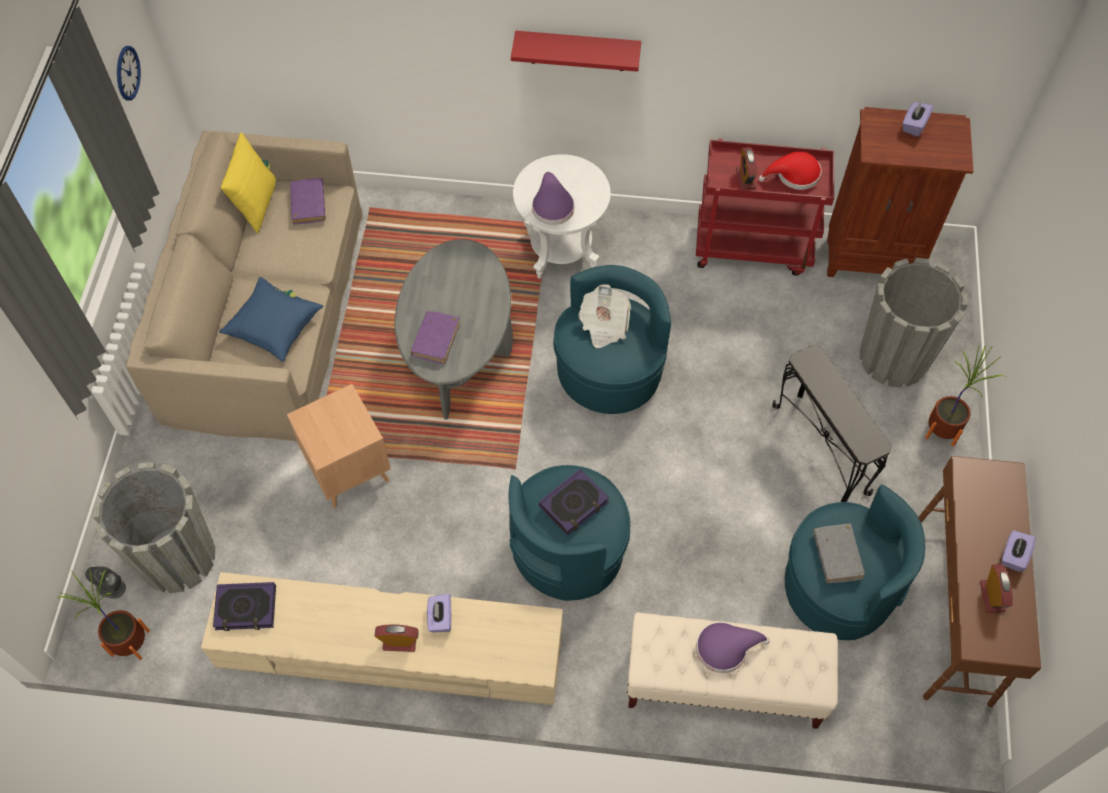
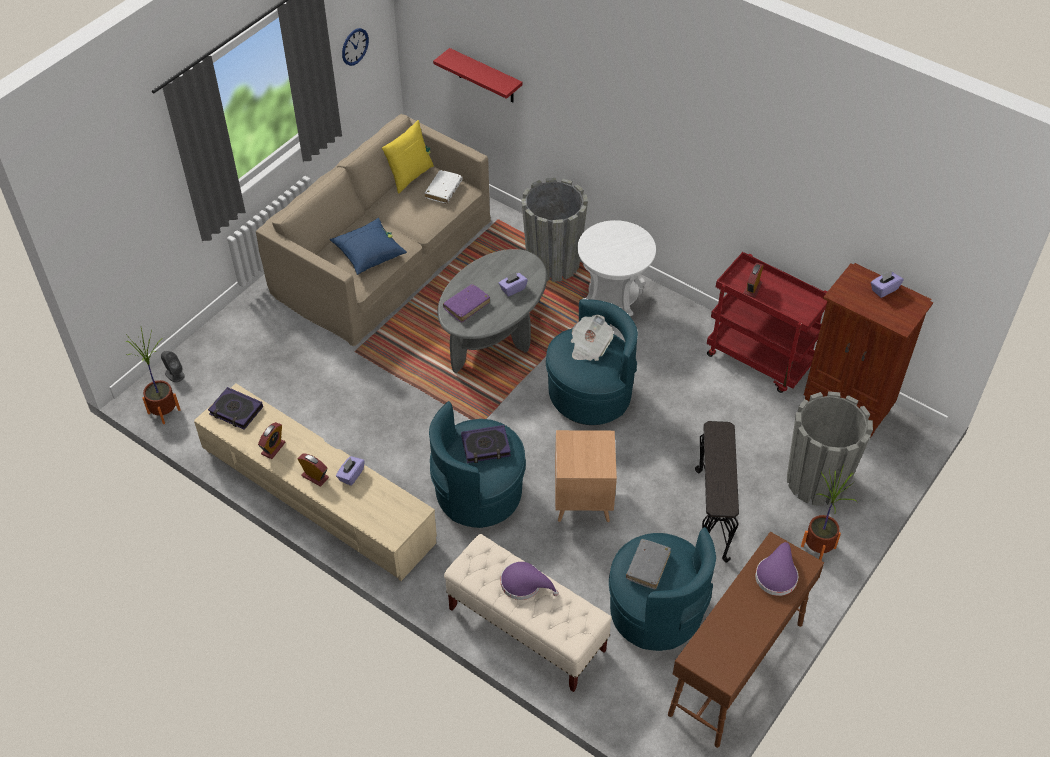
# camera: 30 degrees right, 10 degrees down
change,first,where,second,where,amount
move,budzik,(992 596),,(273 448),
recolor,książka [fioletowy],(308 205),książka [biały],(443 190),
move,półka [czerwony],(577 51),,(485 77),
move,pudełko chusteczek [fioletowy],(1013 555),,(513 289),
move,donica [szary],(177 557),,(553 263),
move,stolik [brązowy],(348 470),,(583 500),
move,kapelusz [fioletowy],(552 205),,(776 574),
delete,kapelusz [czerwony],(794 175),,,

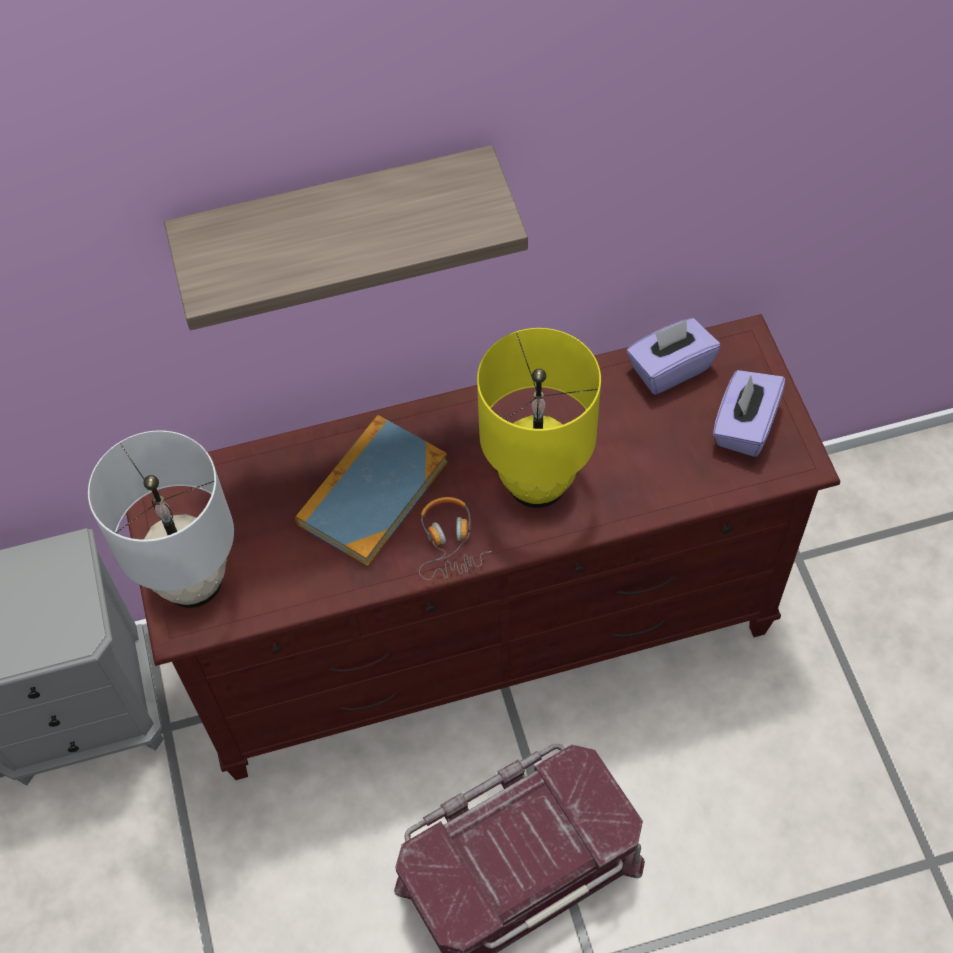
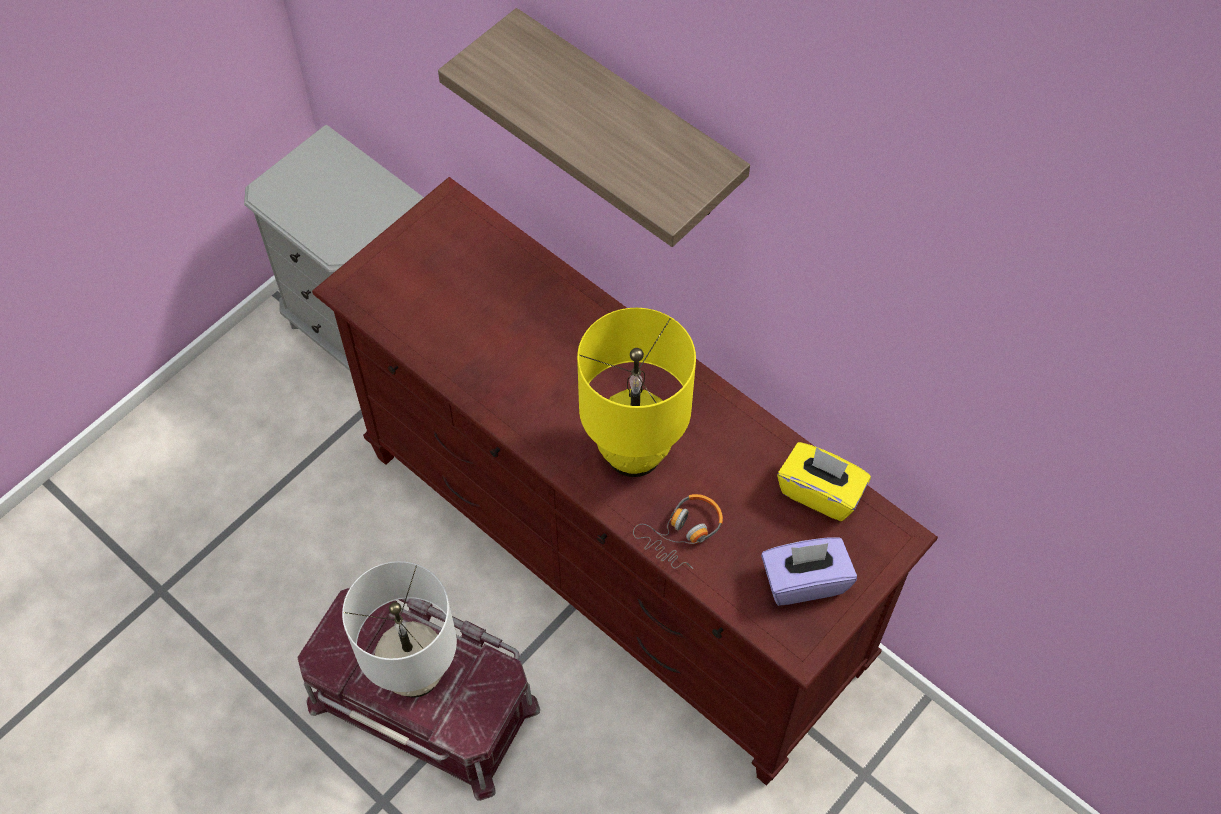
# camera: 55 degrees right, 0 degrees up
change,first,where,second,where,amount
move,lampa stołowa [biały],(192 581),,(414 673),
move,słuchawki,(449 542),,(683 533),
recolor,pudełko chusteczek [fioletowy],(669 368),pudełko chusteczek [żółty],(820 492),
delete,książka,(372 493),,,

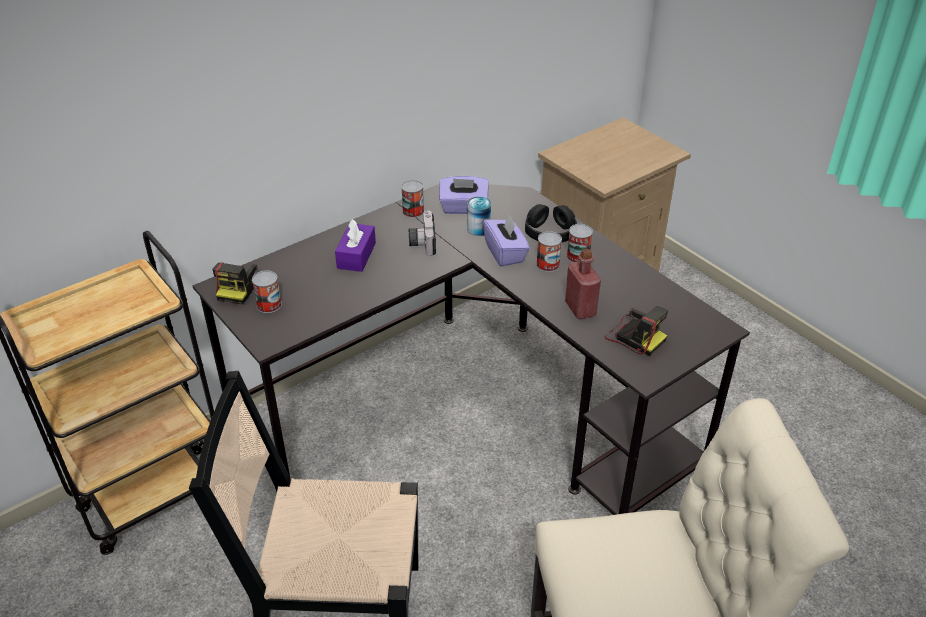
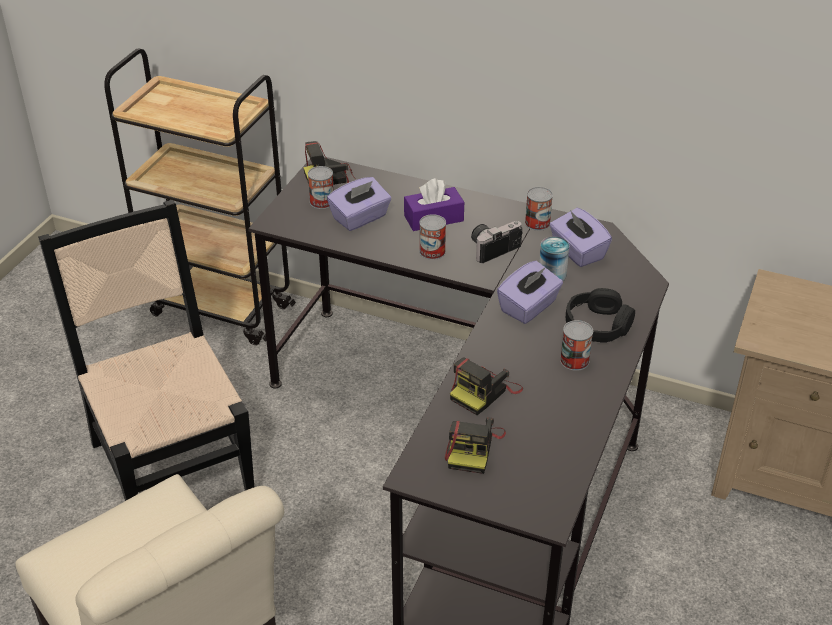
# camera: 60 degrees right, 0 degrees up
change,first,where,second,where,amount
insert,,,pudełko chusteczek [fioletowy],(360 218),
move,puszka,(548 264),,(432 251),
replace,butelka [czerwony],(580 309),aparat fotograficzny,(484 392),

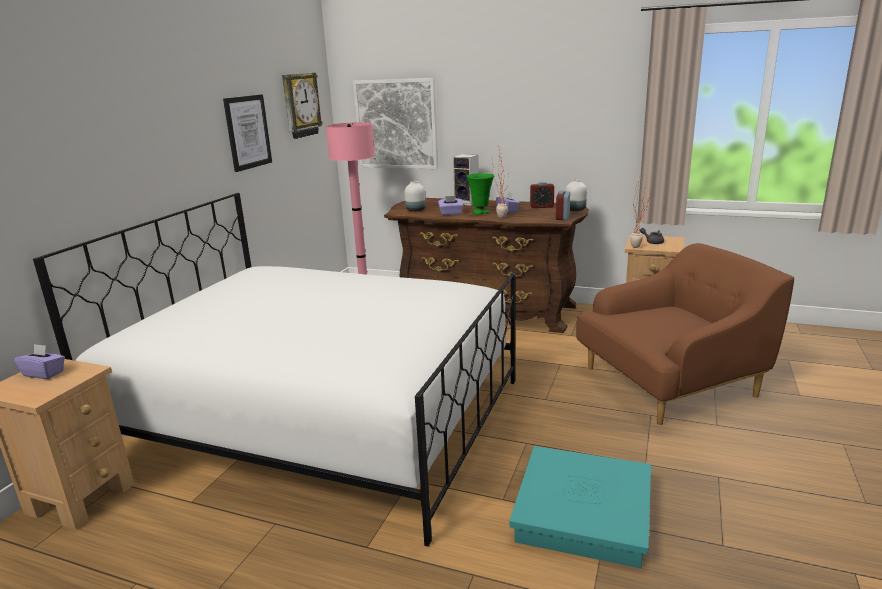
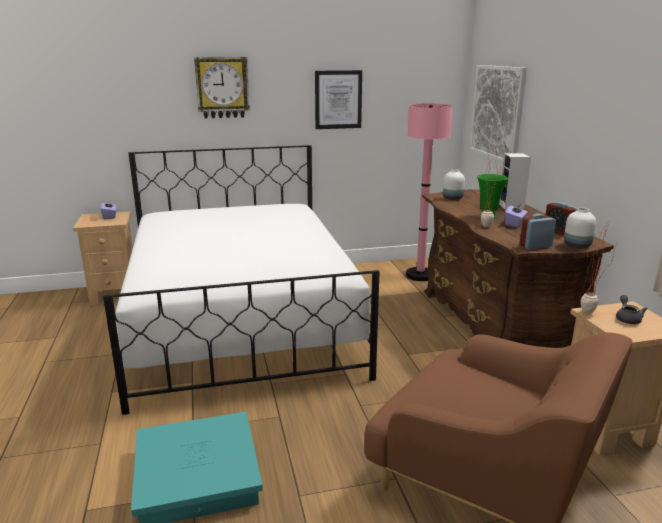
# camera: 55 degrees right, 0 degrees up
change,first,where,second,where,amount
move,zegar ścienny,(300 105),,(222 87),
delete,pudełko chusteczek [fioletowy],(451 213),,,

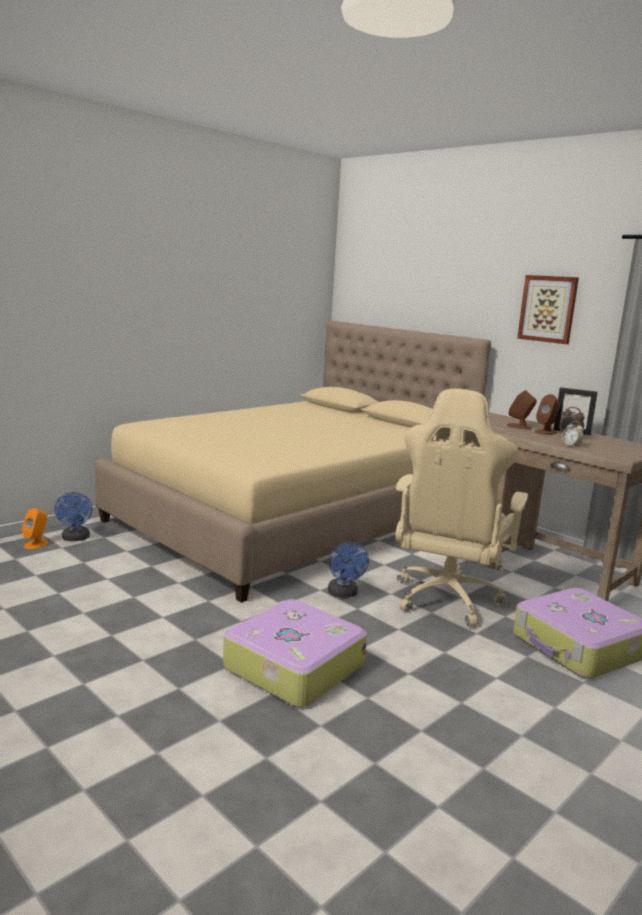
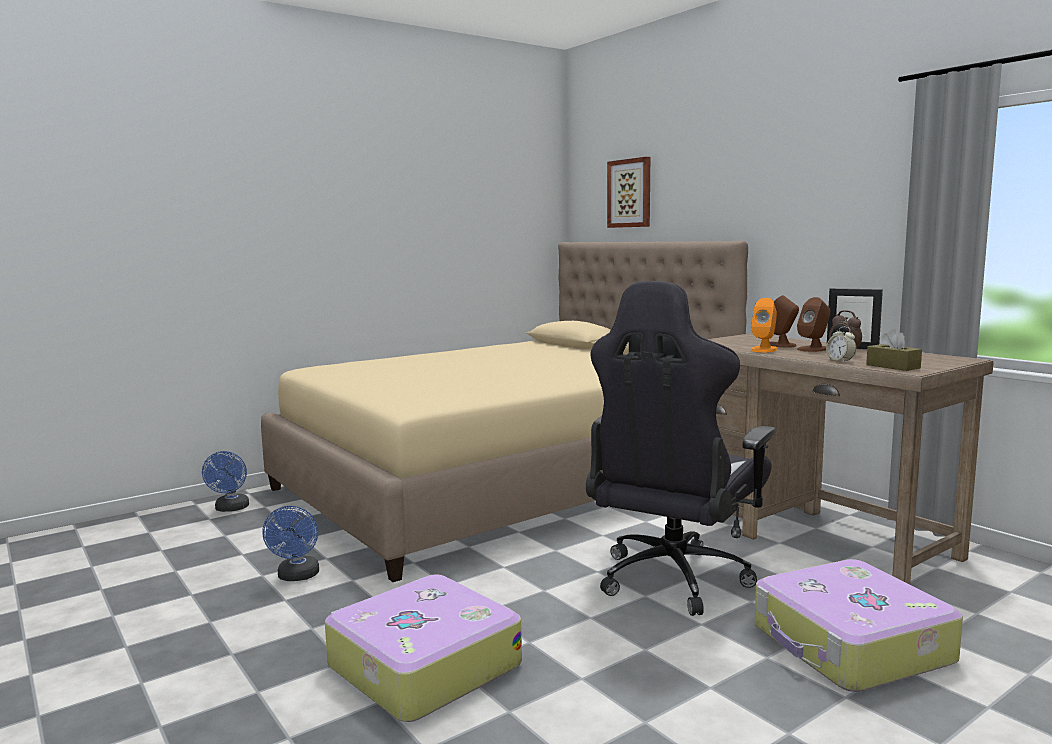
# camera: 10 degrees right, 5 degrees down
change,first,where,second,where,amount
move,wentylator [niebieski],(344 594),,(297 577),
recolor,krzesło biurowe [beżowy],(447 596),krzesło biurowe [czarny],(675 575),
move,obraz,(548 309),,(630 193),
move,głośnik [pomarańczowy],(36 544),,(764 349),
insert,,,pudełko chusteczek [brązowy],(893 366),

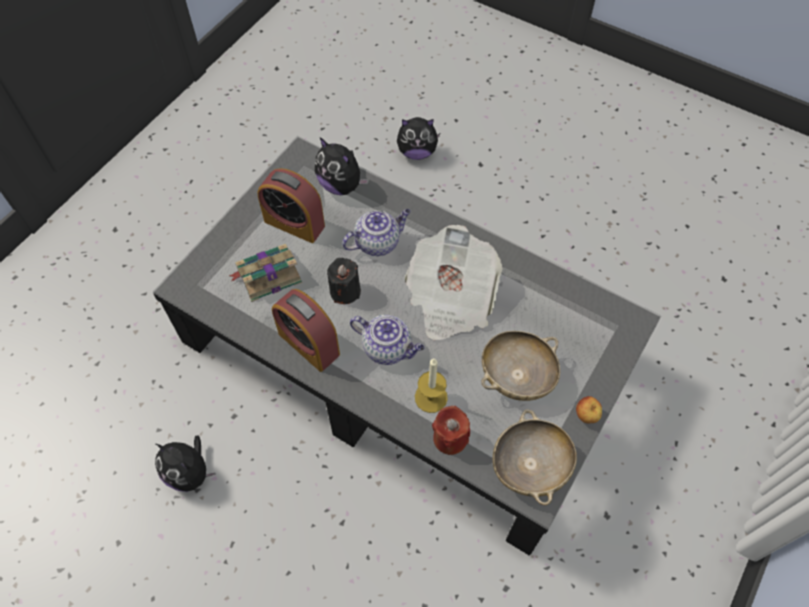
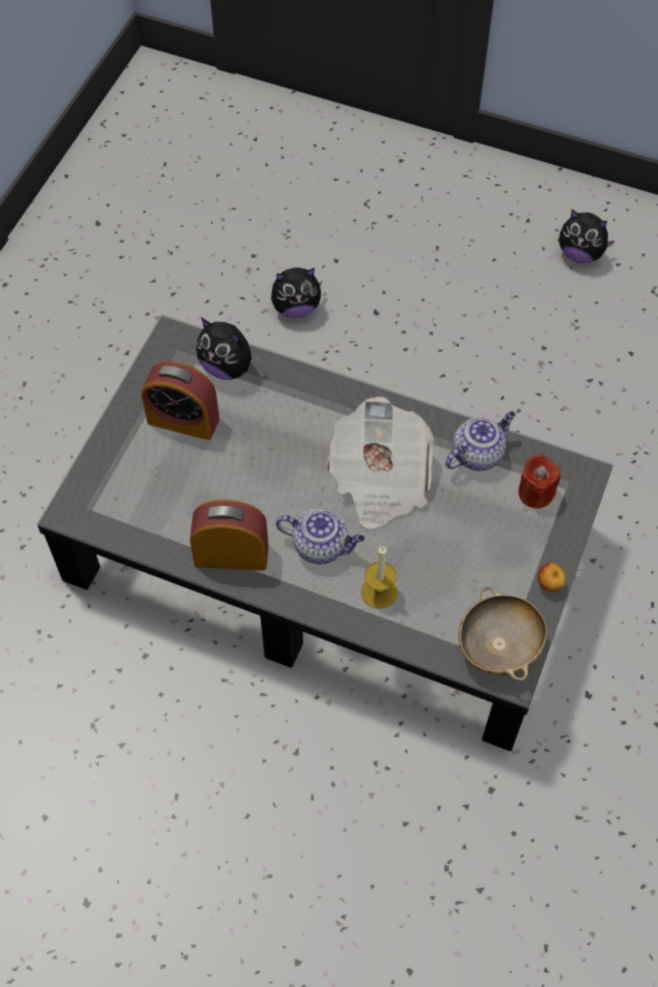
# camera: 10 degrees left, 0 degrees up
change,first,where,second,where,amount
rotate,budzik,(309 344),,(231 555),150 degrees clockwise
move,imbryk,(378 242),,(477 454),
move,świeca [czerwony],(450 438),,(535 493),
move,pluszak,(190 472),,(580 254),
delete,książka,(267 275),,,
delete,świeca [czarny],(345 291),,,
delete,miska [beżowy],(517 376),,,

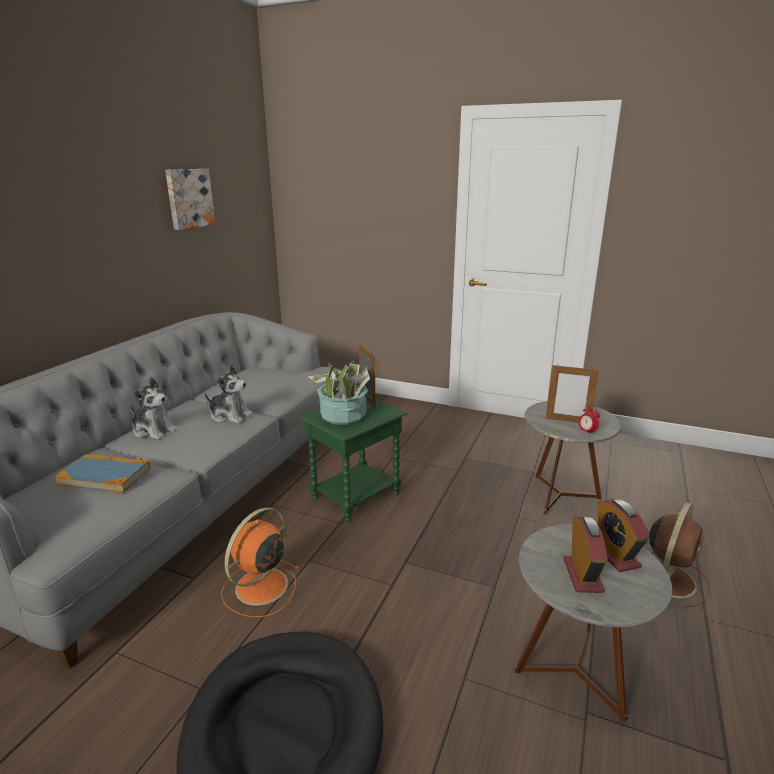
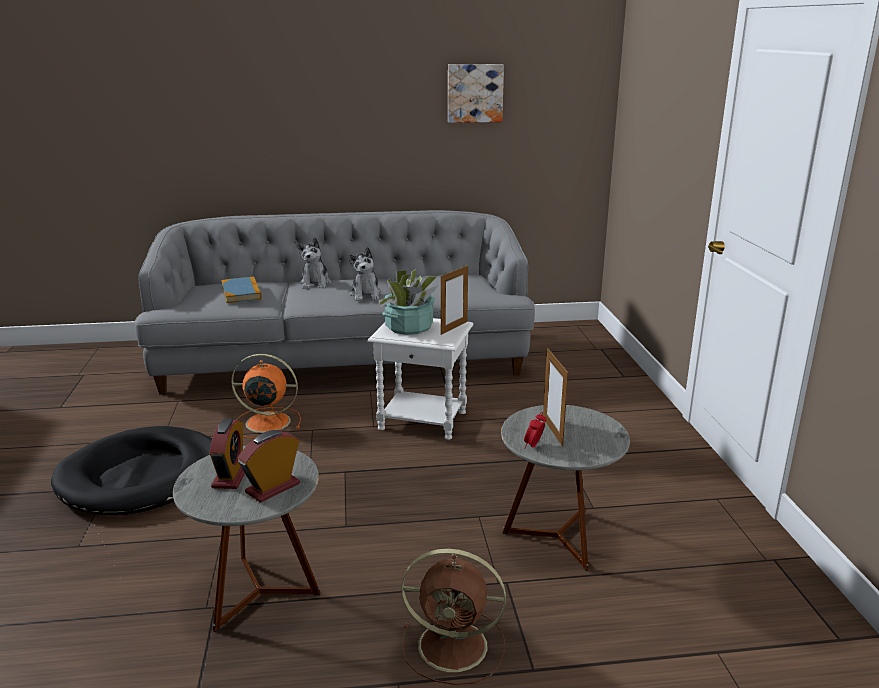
# camera: 60 degrees right, 0 degrees up
change,first,where,second,where,amount
rotate,budzik,(582 575),,(231 476),60 degrees counterclockwise
recolor,stolik [zielony],(355 495),stolik [biały],(423 419),

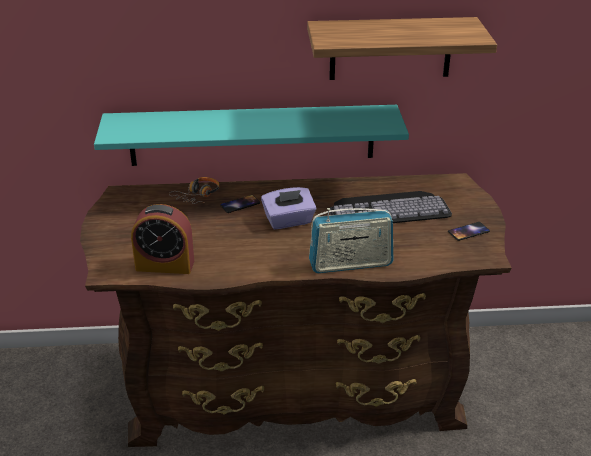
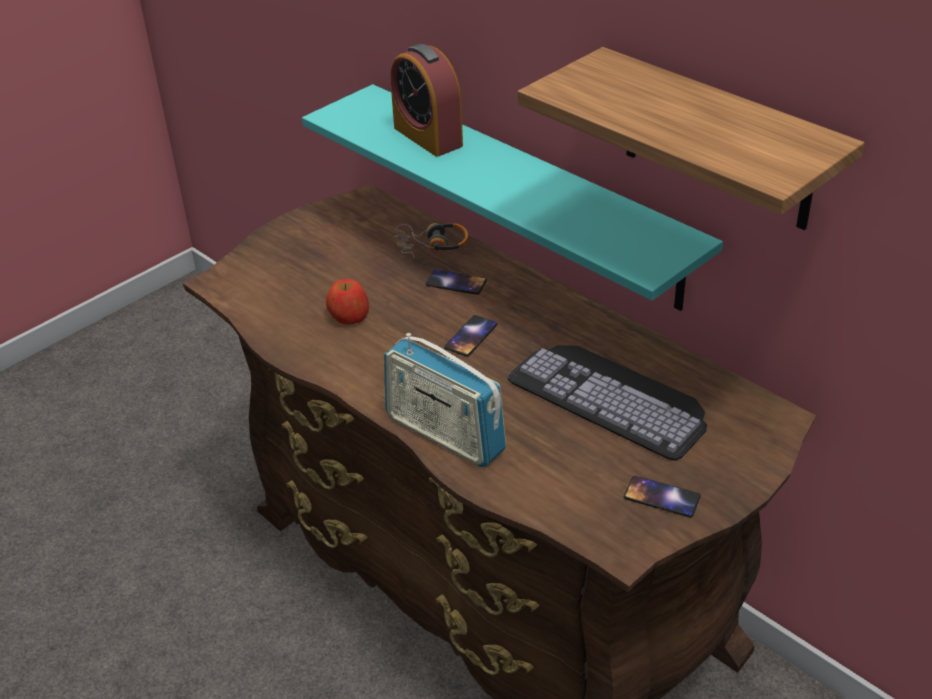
# camera: 50 degrees right, 5 degrees up
change,first,where,second,where,amount
insert,,,jabłko,(349 316),
move,budzik,(165 265),,(428 136),
replace,pudełko chusteczek [fioletowy],(289 221),telefon,(471 336),

